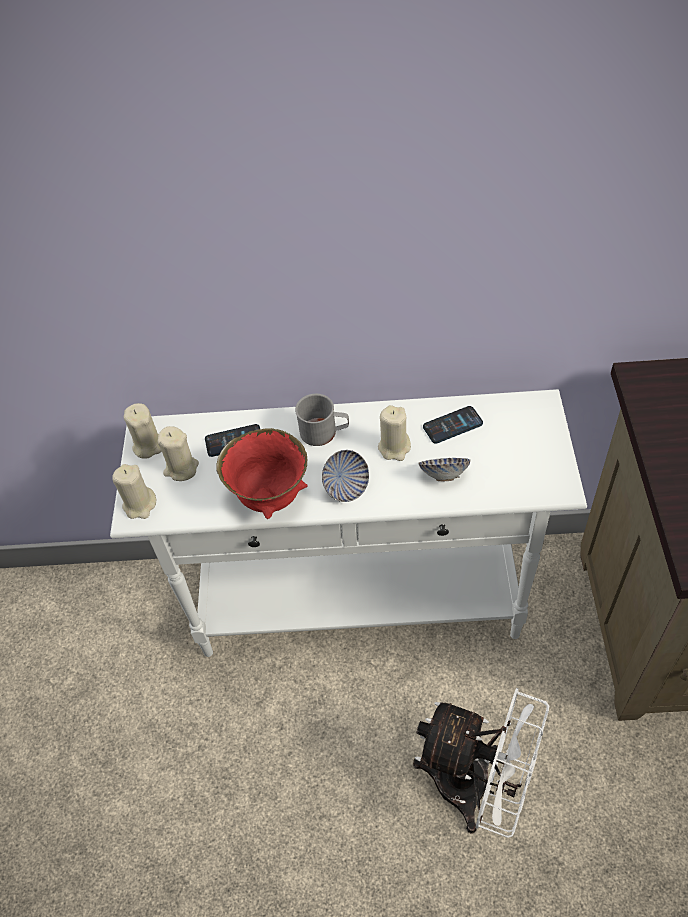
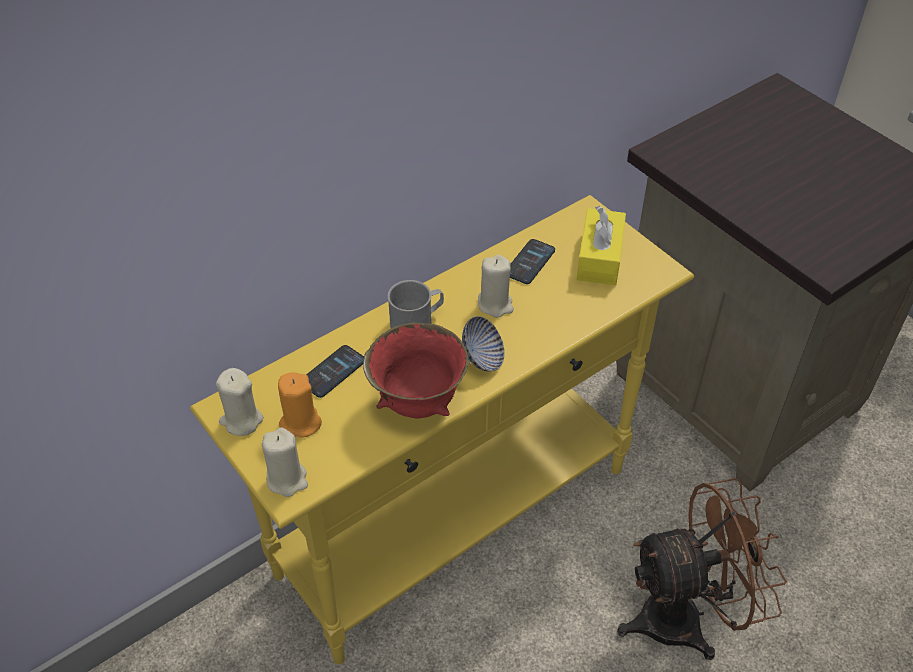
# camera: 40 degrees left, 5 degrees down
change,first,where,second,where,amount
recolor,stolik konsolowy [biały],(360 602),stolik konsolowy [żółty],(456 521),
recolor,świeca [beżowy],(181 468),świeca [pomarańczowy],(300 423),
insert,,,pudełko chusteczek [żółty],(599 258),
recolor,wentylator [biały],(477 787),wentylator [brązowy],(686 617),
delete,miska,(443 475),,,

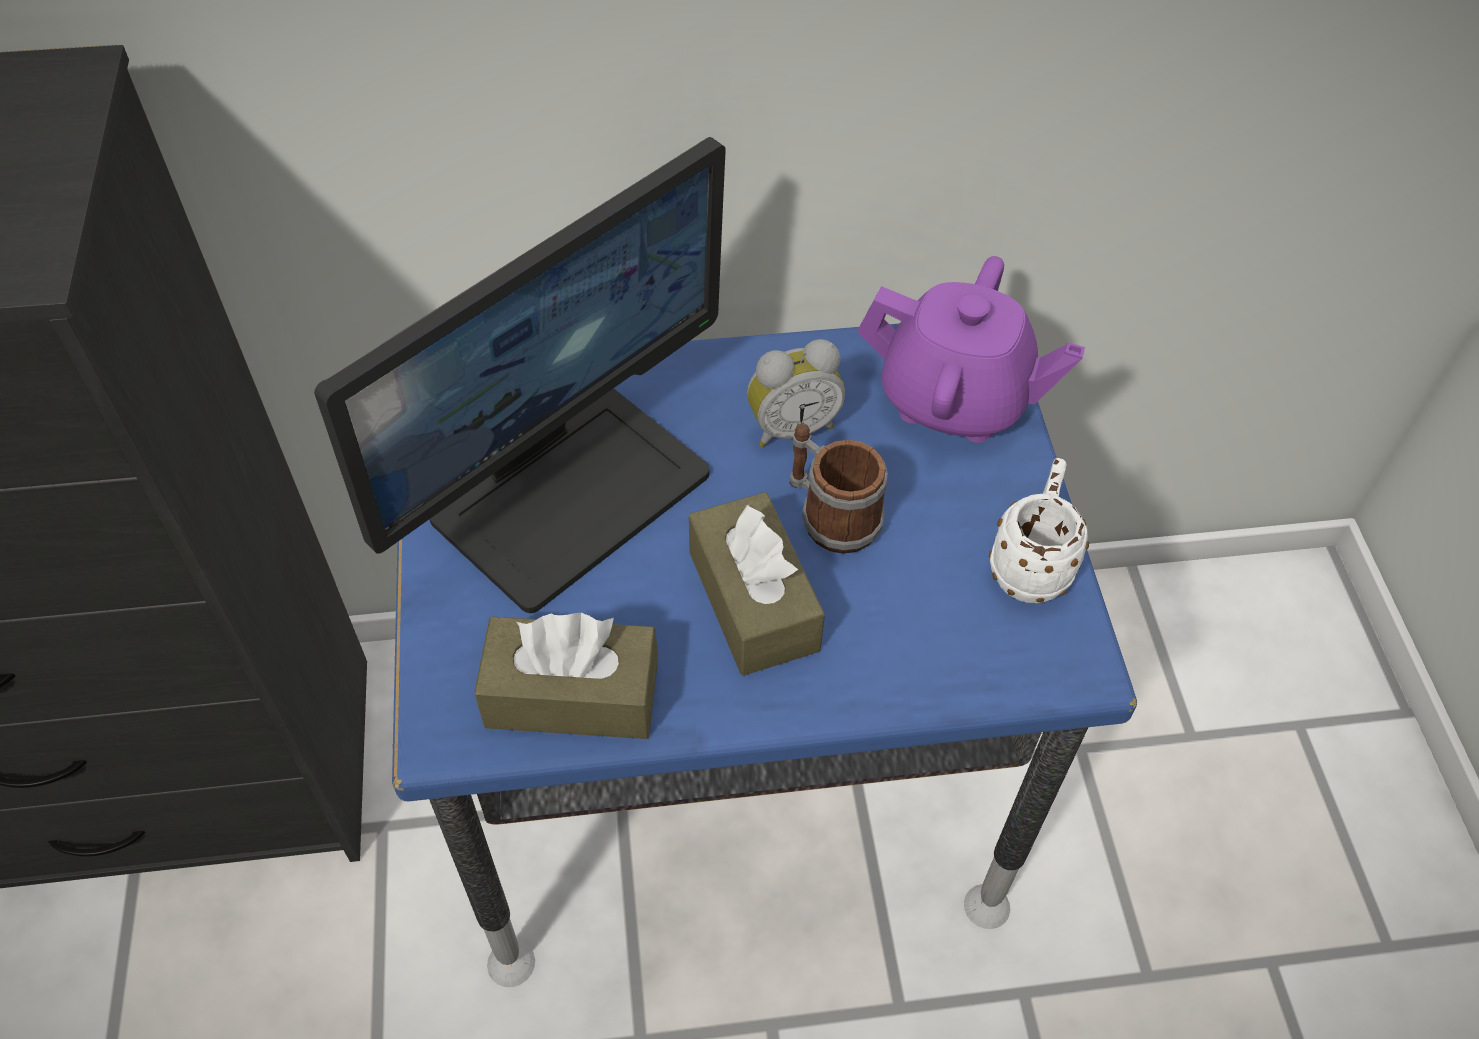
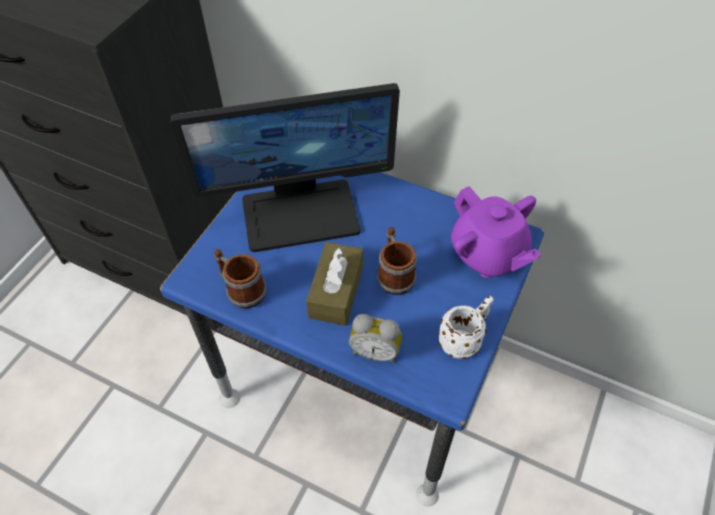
# camera: 35 degrees right, 0 degrees up
change,first,where,second,where,amount
replace,pudełko chusteczek [brązowy],(572 695),kubek,(241 290),
move,budzik,(791 426),,(375 351),

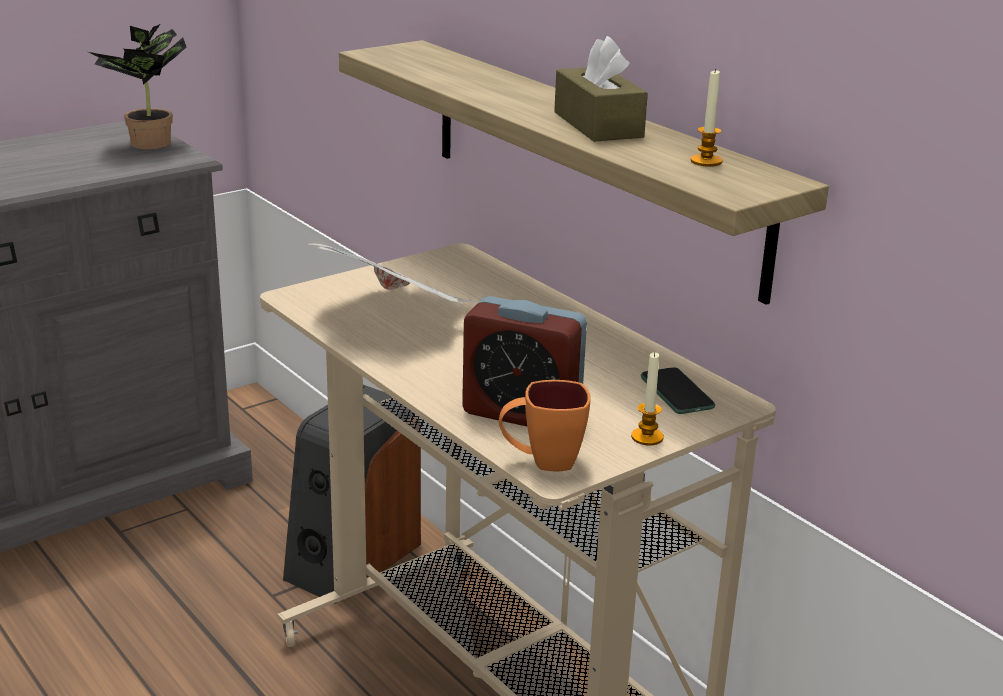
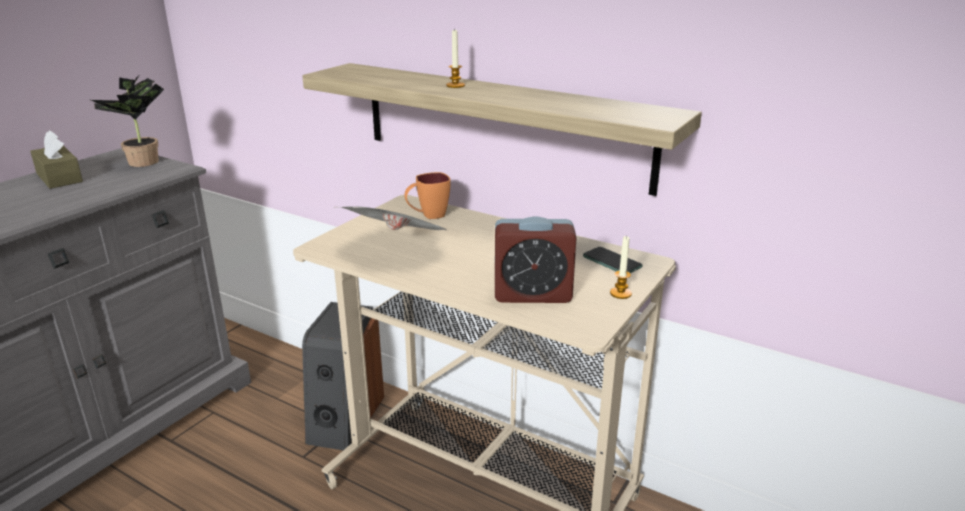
# camera: 20 degrees left, 0 degrees up
change,first,where,second,where,amount
move,pudełko chusteczek [brązowy],(598 125),,(59 177),
move,kubek [pomarańczowy],(541 462),,(428 216),
move,świeca,(706 161),,(455 85),

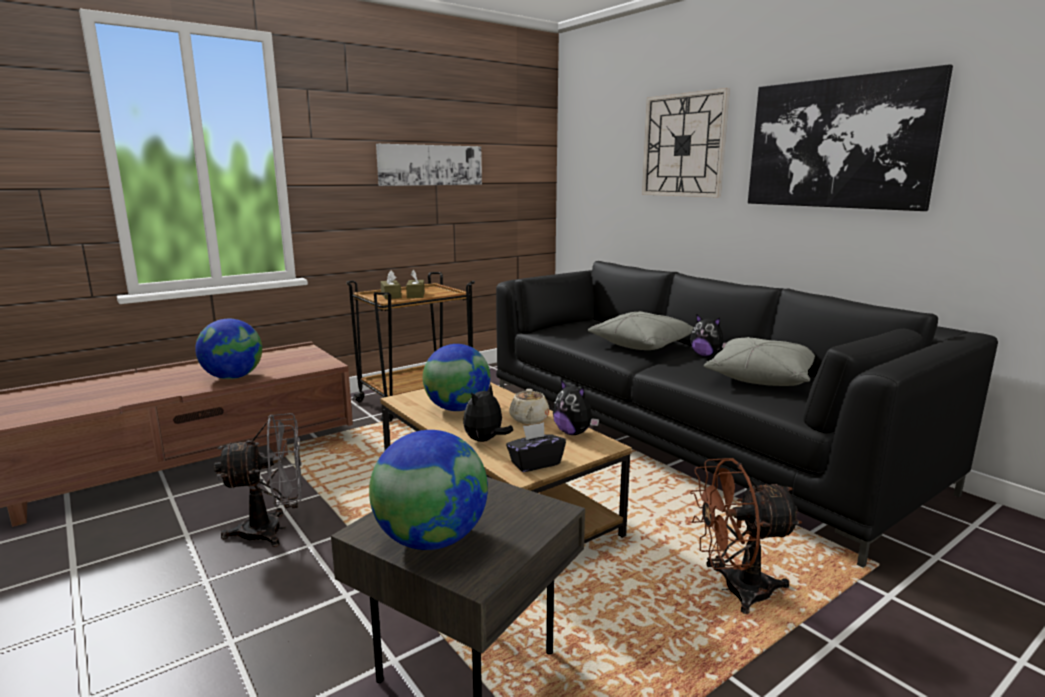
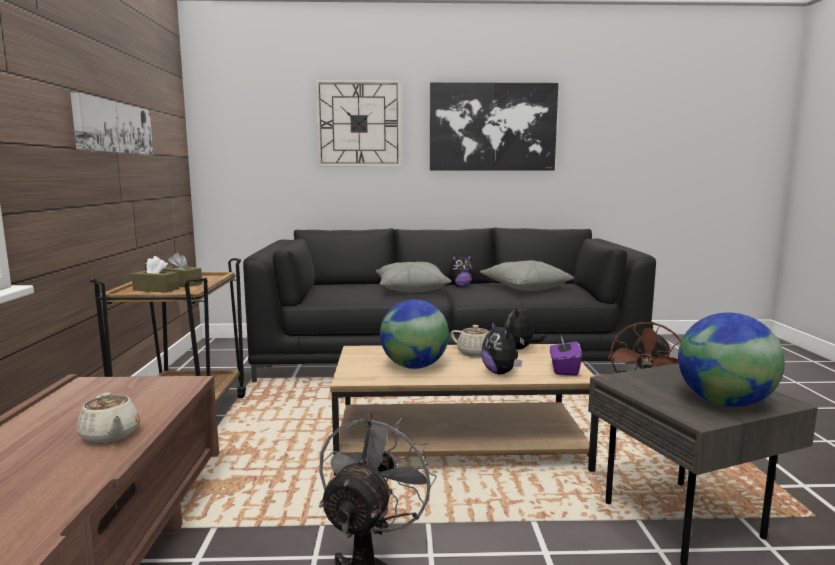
# camera: 55 degrees left, 5 degrees down
change,first,where,second,where,amount
replace,globus,(233 377),imbryk [beżowy],(110 435),
rotate,pluszak,(573 433),,(520 349),120 degrees clockwise
recolor,pudełko chusteczek [czarny],(535 463),pudełko chusteczek [fioletowy],(564 369),

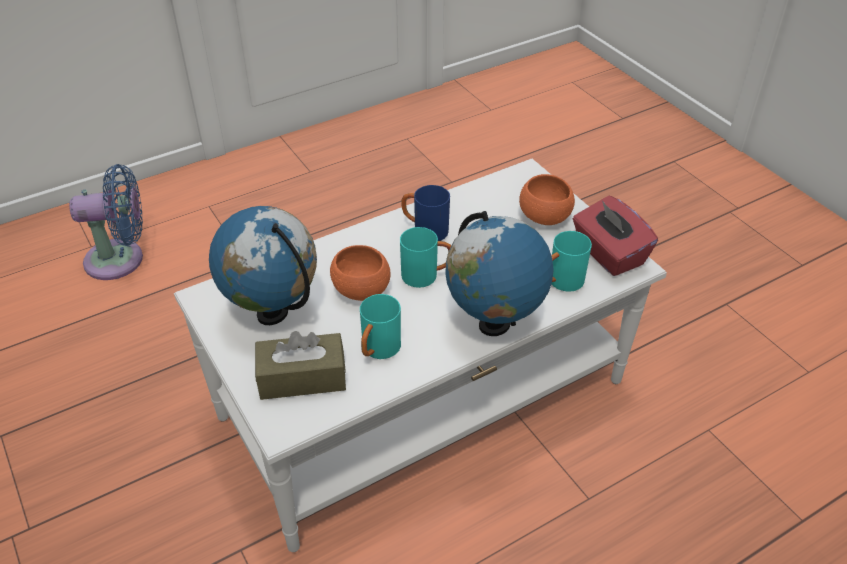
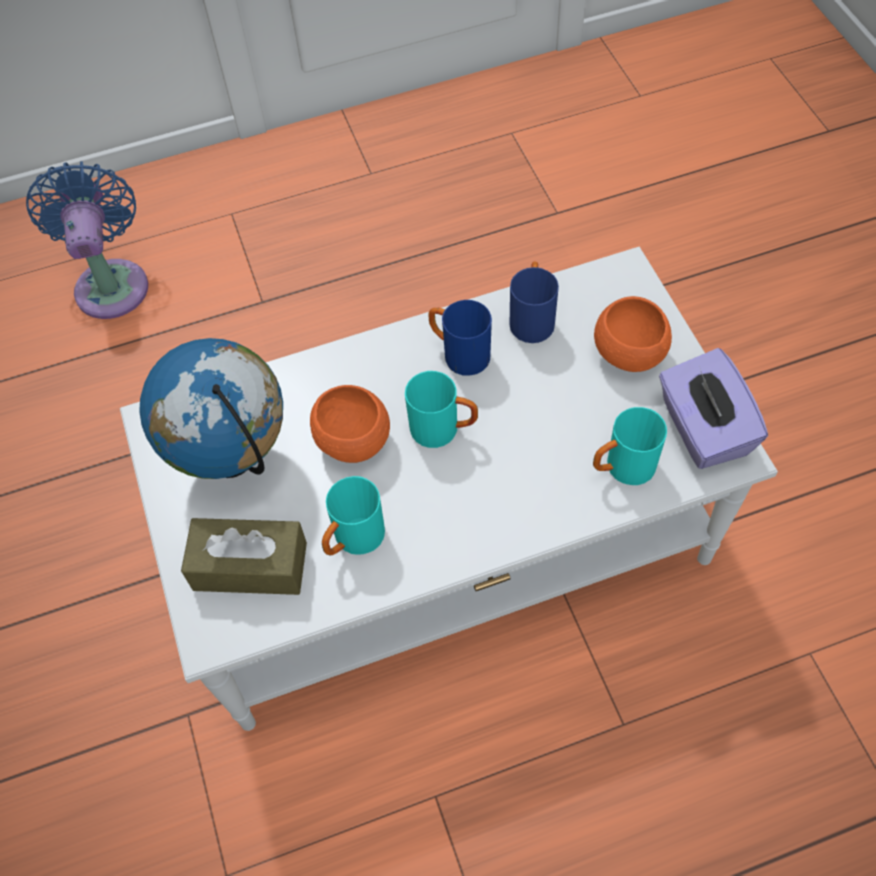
# camera: 15 degrees right, 15 degrees up
change,first,where,second,where,amount
rotate,wentylator [niebieski],(121 259),,(111 282),105 degrees counterclockwise
insert,,,kubek [niebieski],(532 318),
recolor,pudełko chusteczek [czerwony],(608 254),pudełko chusteczek [fioletowy],(702 429),
delete,globus,(494 325),,,

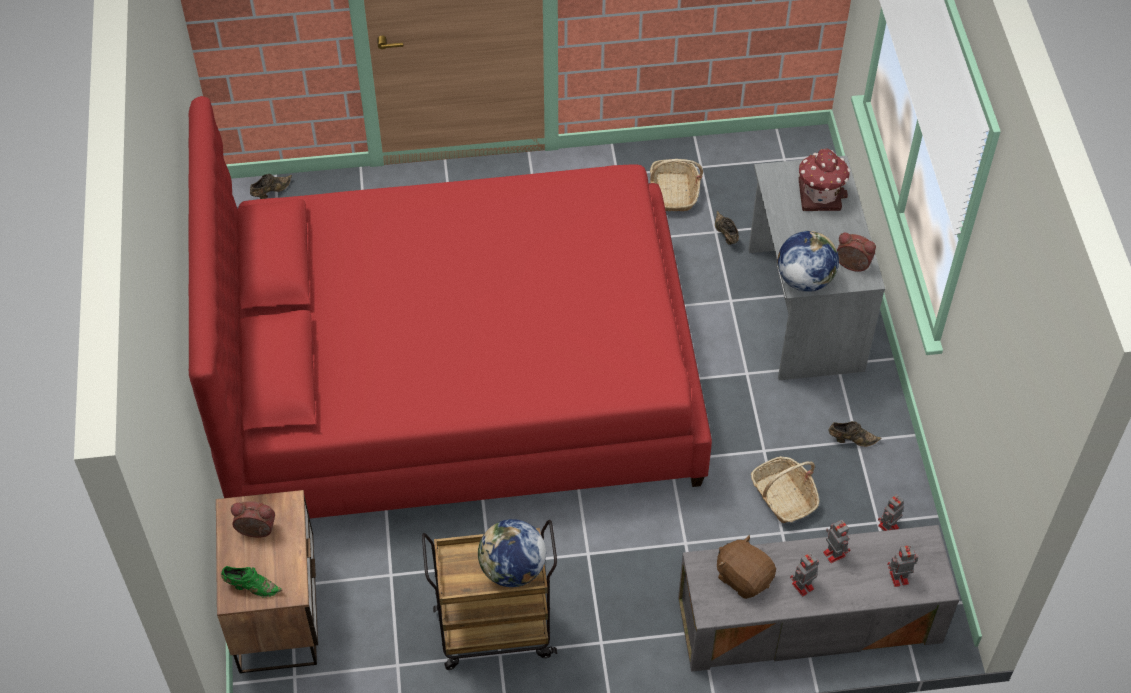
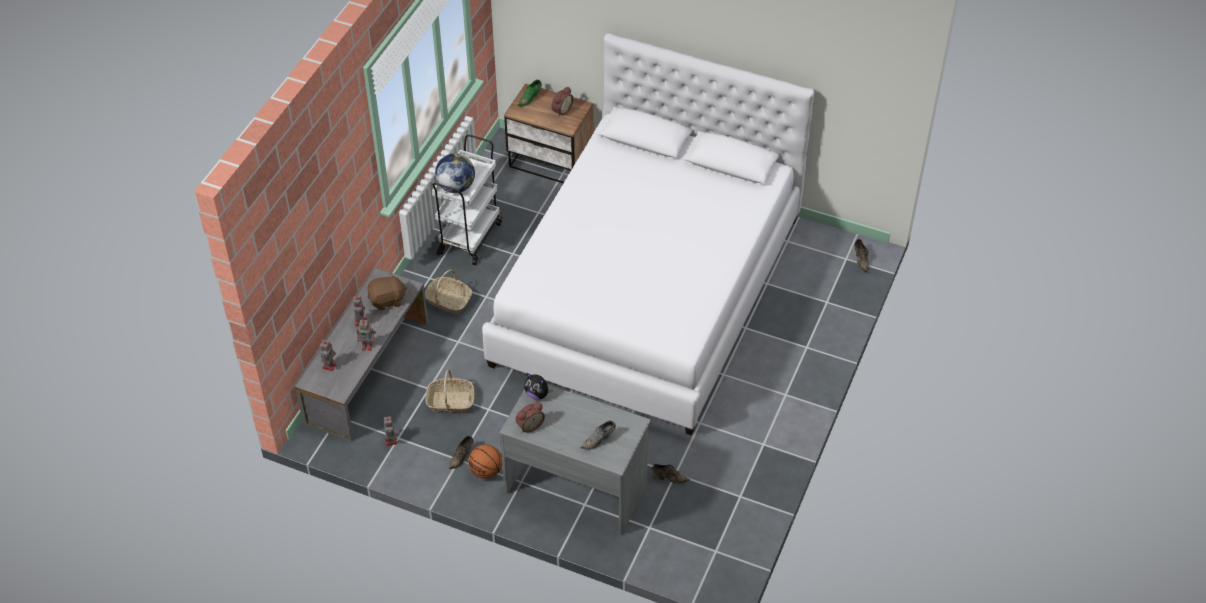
# camera: 120 degrees right, 5 degrees down
change,first,where,second,where,amount
move,koszyk,(673 192),,(448 301),
recolor,wózek [brązowy],(493 634),wózek [biały],(470 238),
insert,,,piłka do koszykówki,(486 471),
recolor,łóżko [czerwony],(457 378),łóżko [biały],(648 290),
replace,globus,(804 279),pluszak,(537 394),
replace,domek,(819 194),but [szary],(599 440),

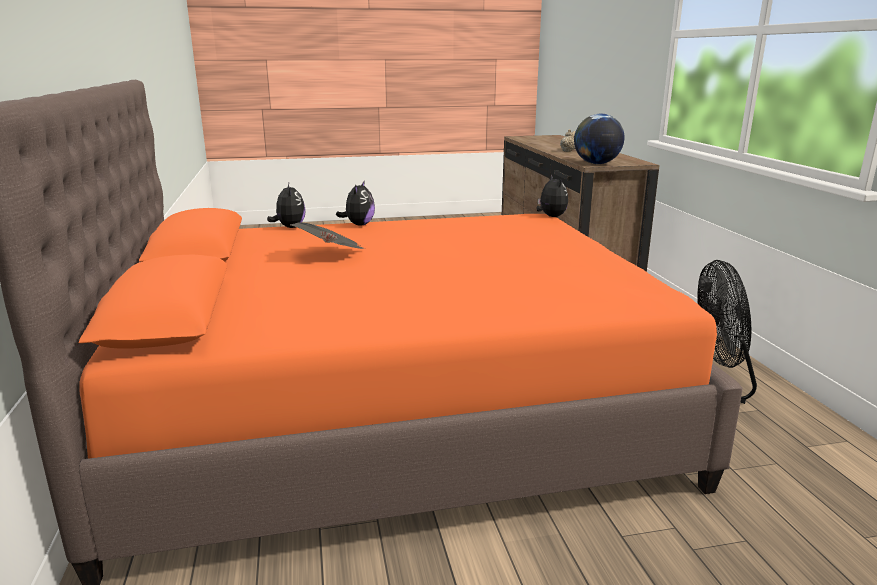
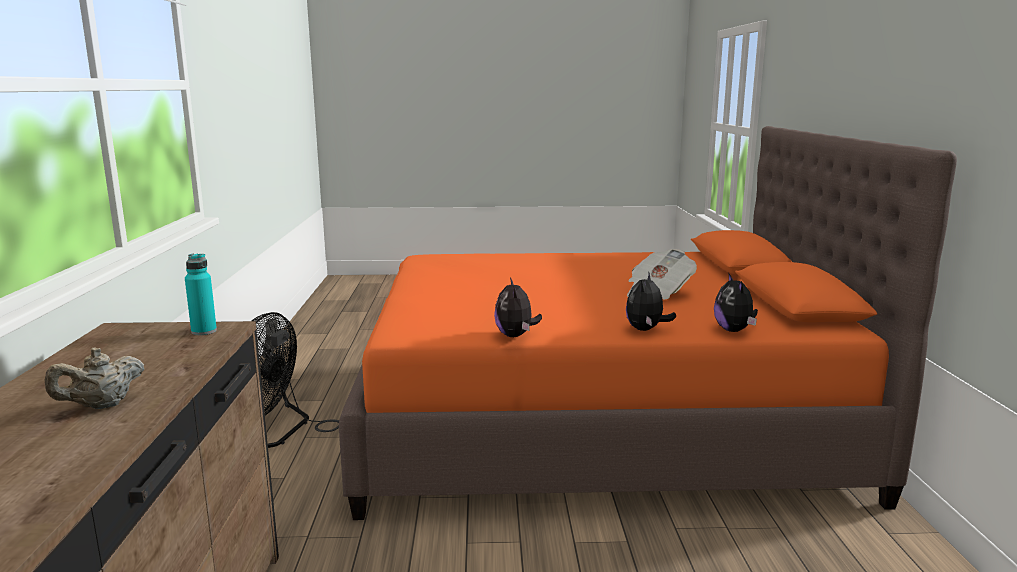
# camera: 170 degrees left, 5 degrees down
change,first,where,second,where,amount
replace,globus,(596 164),butelka [turkusowy],(204 331),
move,pluszak,(551 216),,(516 336),

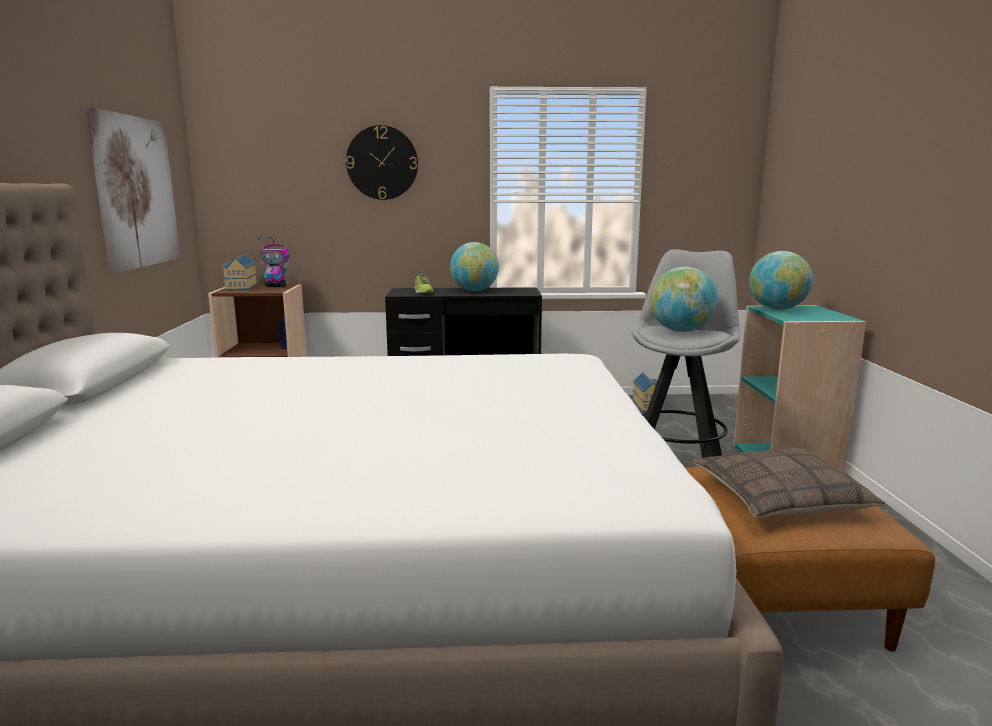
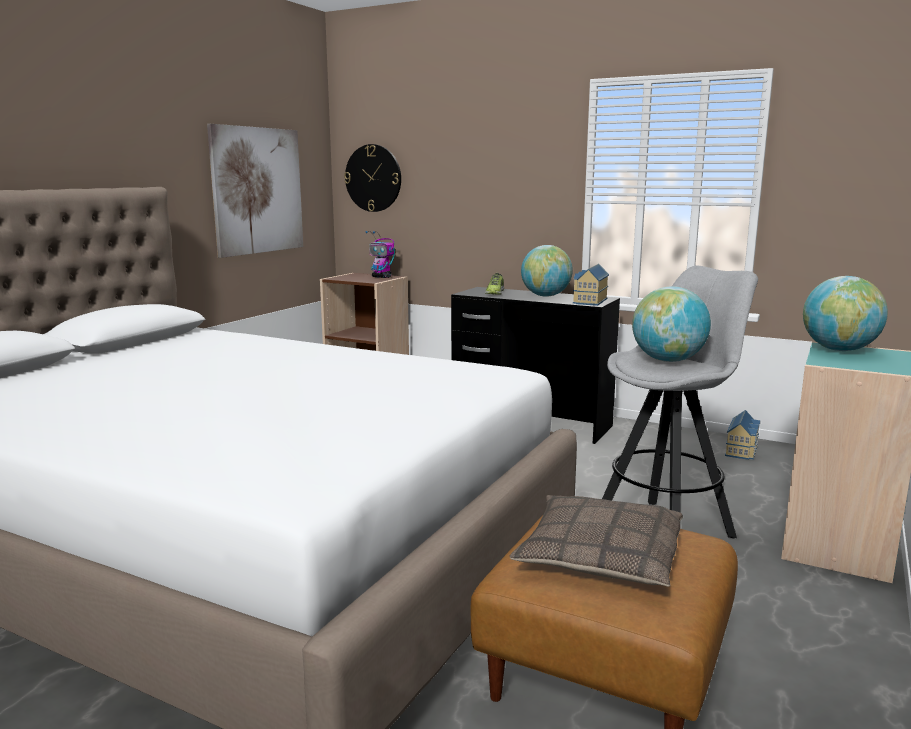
# camera: 30 degrees right, 0 degrees up
change,first,where,second,where,amount
move,zegar ścienny,(382 163),,(373 178),
move,domek,(240 287),,(589 301),

